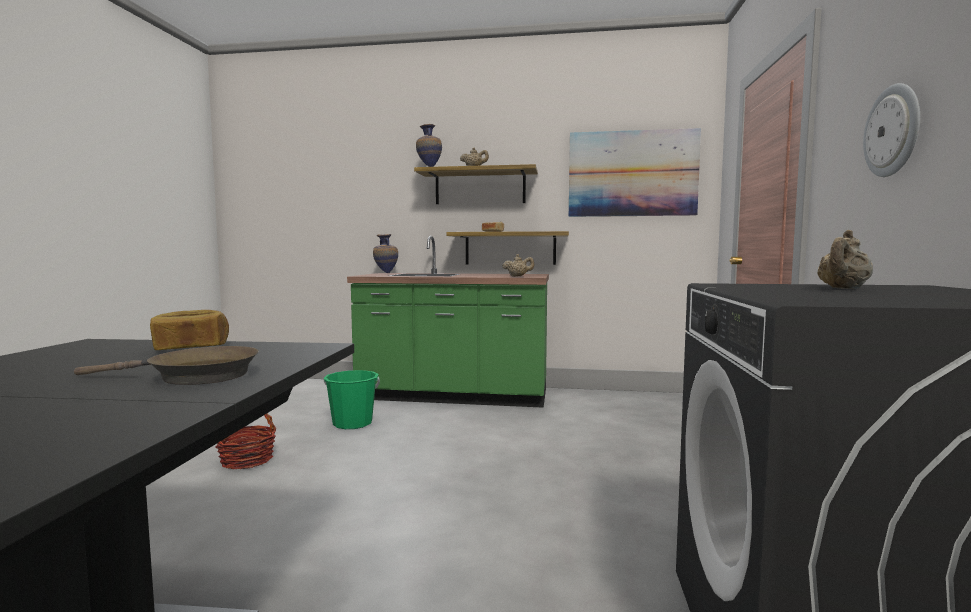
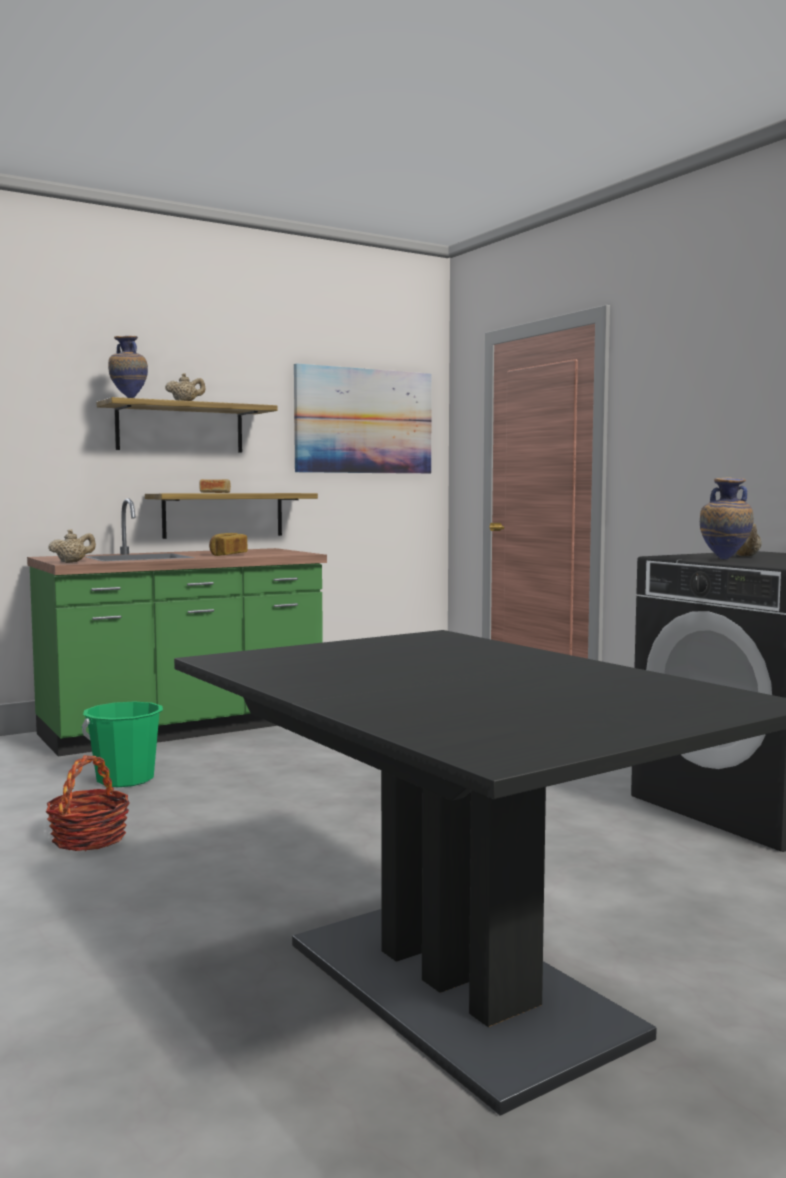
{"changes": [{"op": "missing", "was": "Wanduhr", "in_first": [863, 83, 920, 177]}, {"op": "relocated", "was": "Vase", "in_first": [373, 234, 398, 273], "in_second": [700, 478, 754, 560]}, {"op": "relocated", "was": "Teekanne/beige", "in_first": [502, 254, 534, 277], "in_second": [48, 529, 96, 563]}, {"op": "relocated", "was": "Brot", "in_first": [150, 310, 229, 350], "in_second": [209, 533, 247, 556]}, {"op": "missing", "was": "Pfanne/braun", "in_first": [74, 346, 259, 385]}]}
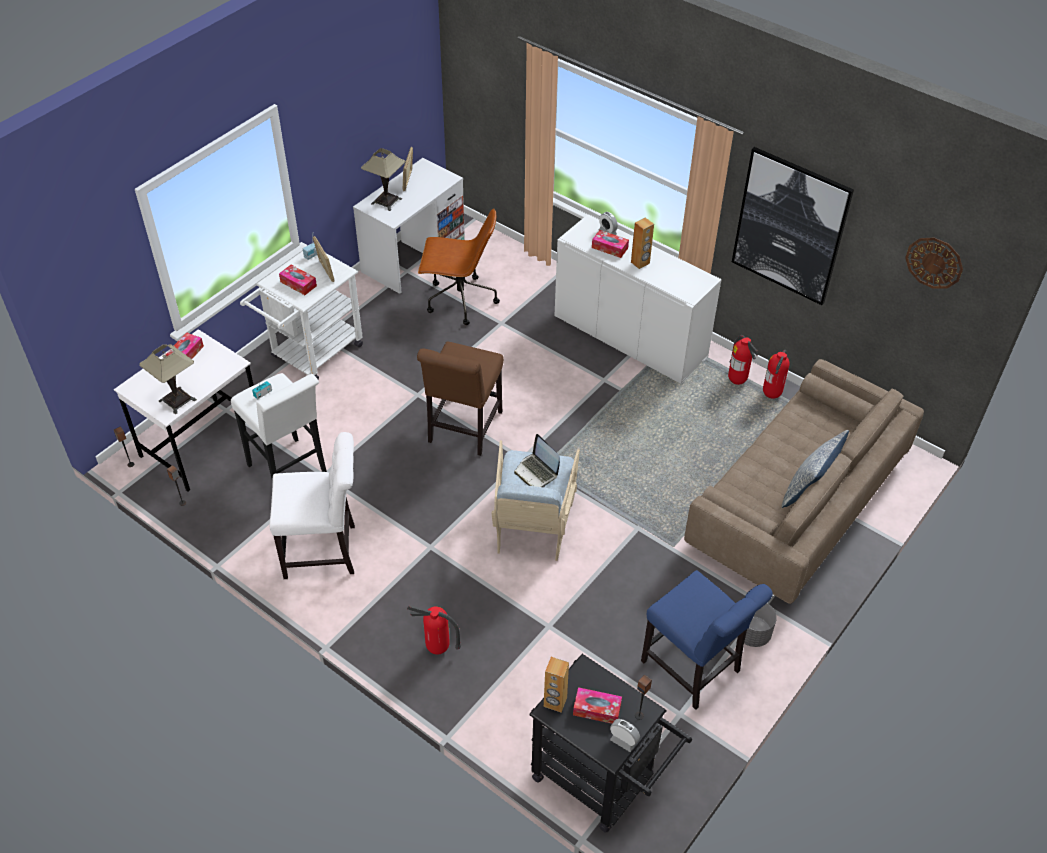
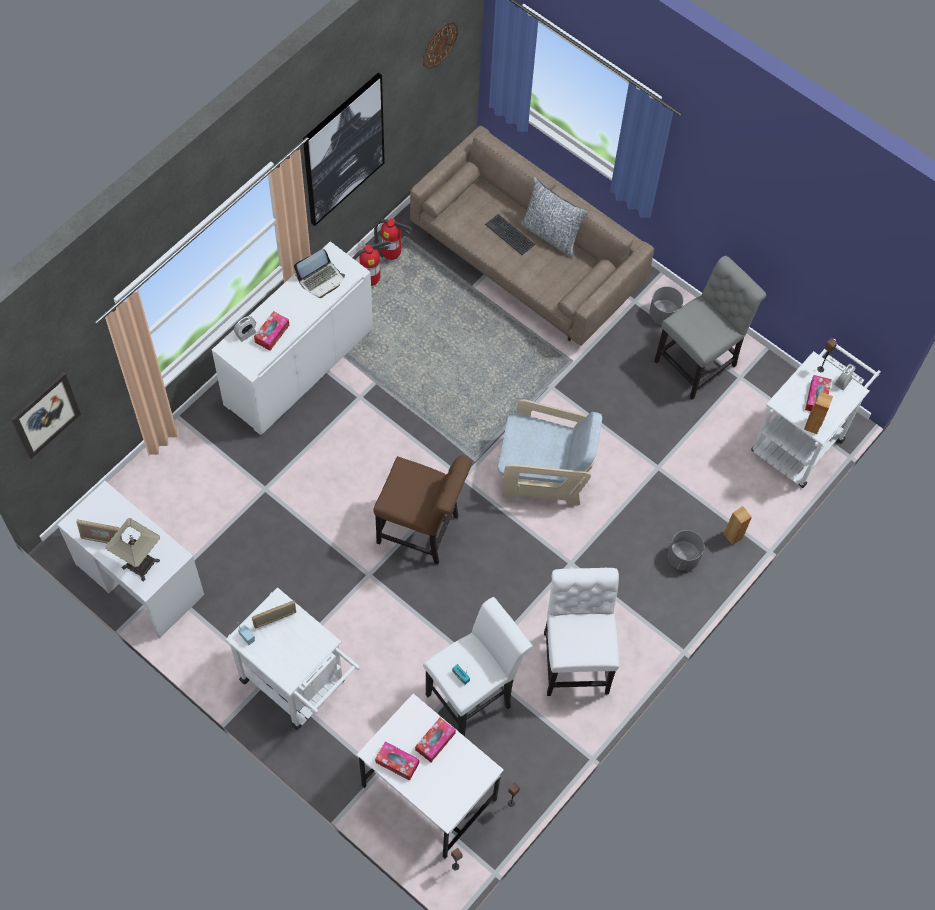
{"changes": [{"op": "missing", "was": "Bürostuhl/braun", "in_first": [418, 208, 500, 325]}, {"op": "relocated", "was": "Lautsprecher/braun", "in_first": [631, 218, 654, 269], "in_second": [724, 506, 752, 545]}, {"op": "relocated", "was": "Taschentuchbox", "in_first": [279, 265, 317, 295], "in_second": [415, 718, 456, 762]}, {"op": "missing", "was": "Tischlampe", "in_first": [139, 344, 197, 414]}, {"op": "relocated", "was": "Laptop", "in_first": [514, 434, 560, 488], "in_second": [294, 249, 345, 298]}, {"op": "colour", "was": "Stuhl/blau", "now": "Stuhl/grau", "in_first": [641, 570, 773, 710], "in_second": [654, 256, 766, 400]}, {"op": "exchanged", "was": "Feuerlöscher", "now": "Pflanzkübel/grau", "in_first": [407, 605, 461, 655], "in_second": [668, 530, 704, 571]}, {"op": "colour", "was": "Rollwagen/schwarz", "now": "Rollwagen/weiß", "in_first": [529, 654, 692, 833], "in_second": [751, 339, 881, 488]}, {"op": "appeared", "now": "Tastatur", "in_second": [485, 214, 535, 255]}, {"op": "appeared", "now": "Bild", "in_second": [10, 372, 81, 459]}]}
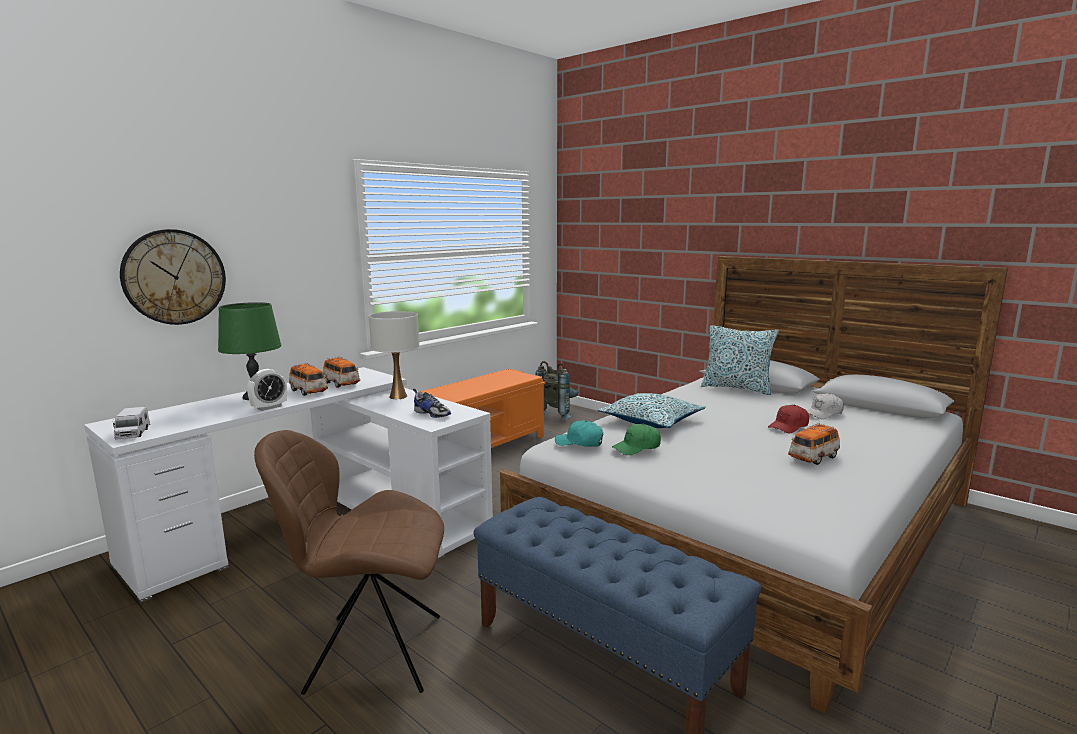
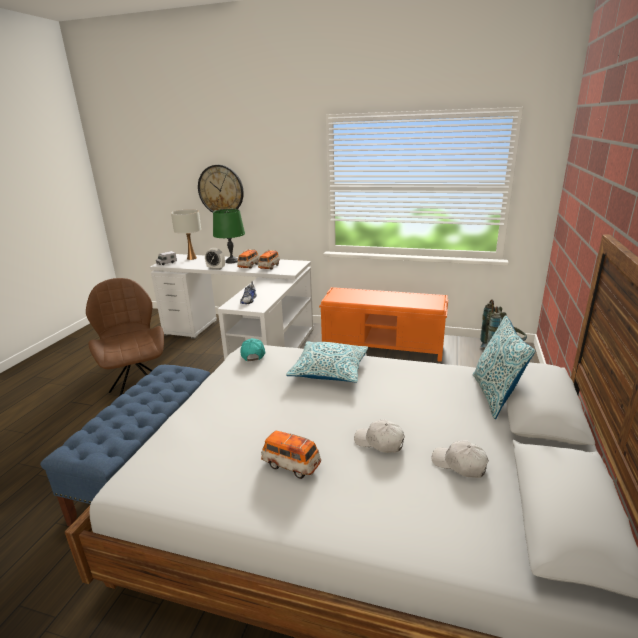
{"changes": [{"op": "relocated", "was": "Tischlampe/weiß", "in_first": [369, 311, 419, 399], "in_second": [171, 209, 201, 260]}, {"op": "colour", "was": "Kappe/rot", "now": "Kappe/weiß", "in_first": [768, 405, 809, 433], "in_second": [354, 419, 405, 453]}, {"op": "missing", "was": "Kappe/grün", "in_first": [612, 424, 661, 455]}]}
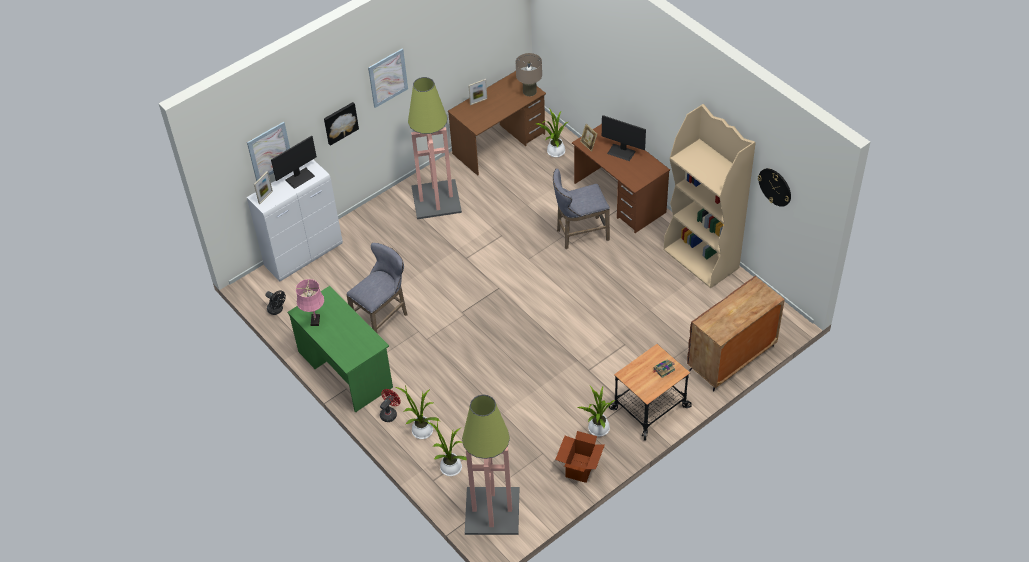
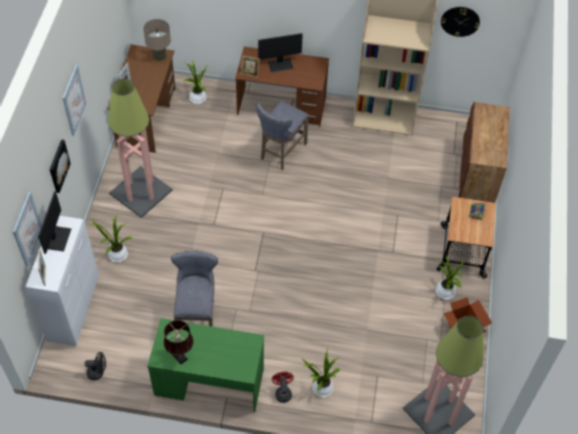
{"changes": [{"op": "colour", "was": "Tischlampe/rosa", "now": "Tischlampe/braun", "in_first": [296, 279, 324, 326], "in_second": [164, 320, 194, 364]}, {"op": "relocated", "was": "Topfpflanze", "in_first": [426, 419, 467, 476], "in_second": [87, 214, 133, 262]}]}
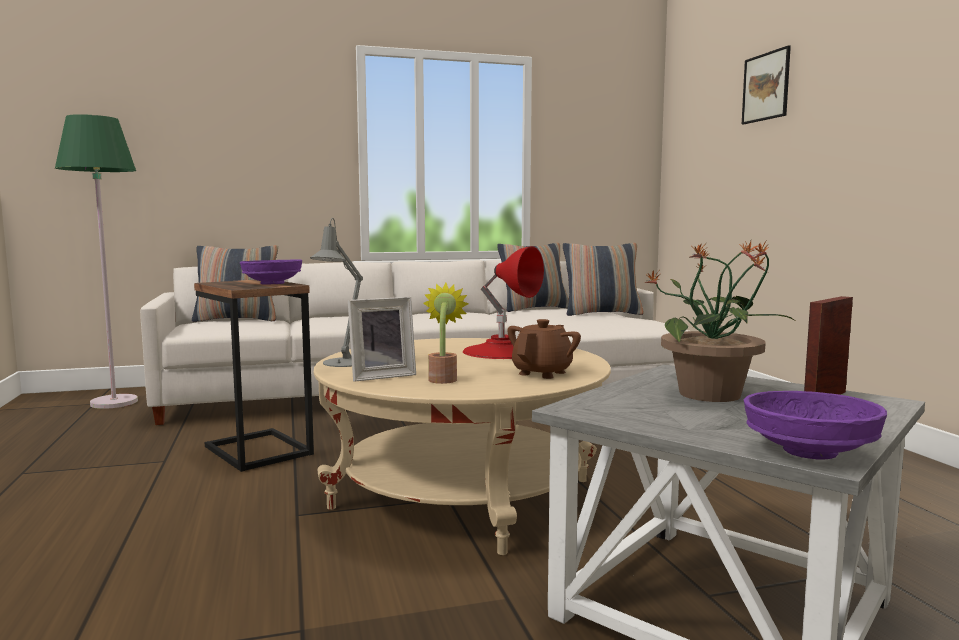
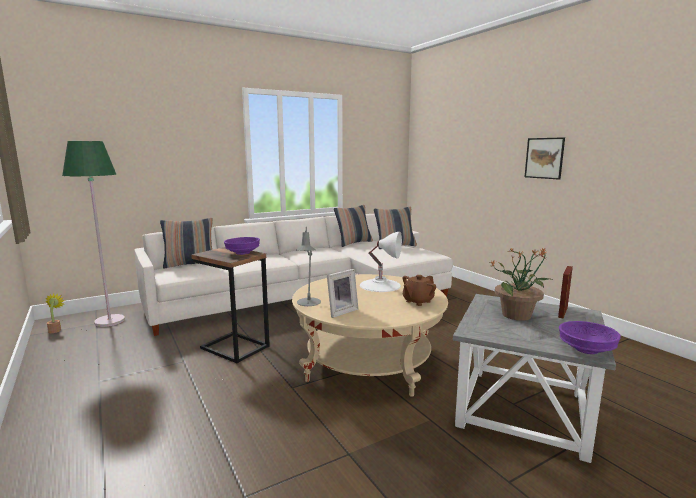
{"changes": [{"op": "relocated", "was": "Bild", "in_first": [742, 45, 791, 124], "in_second": [525, 137, 565, 180]}, {"op": "colour", "was": "Tischlampe/rot", "now": "Tischlampe/weiß", "in_first": [463, 246, 544, 359], "in_second": [360, 232, 402, 292]}, {"op": "relocated", "was": "Topfpflanze", "in_first": [423, 283, 469, 384], "in_second": [46, 294, 65, 333]}, {"op": "spun", "was": "Teekanne/braun", "in_first": [507, 319, 581, 379], "in_second": [403, 275, 436, 306], "clockwise": -150}]}
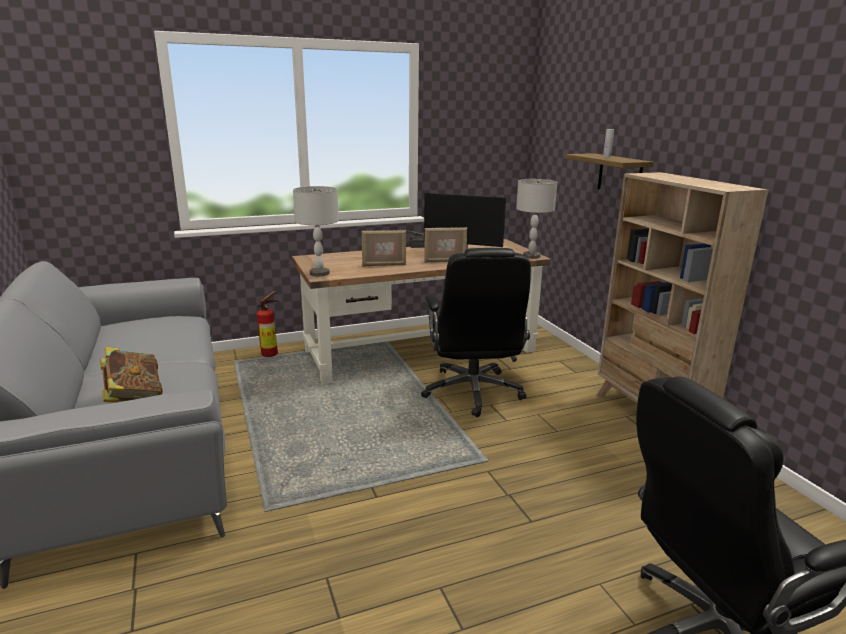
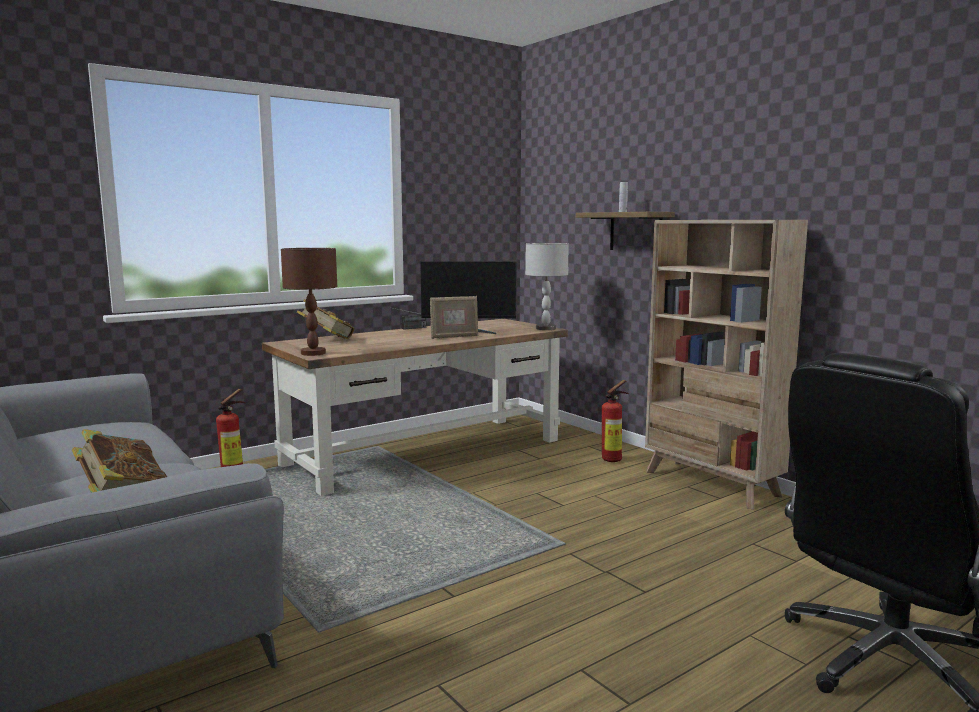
{"changes": [{"op": "colour", "was": "Tischlampe/grau", "now": "Tischlampe/braun", "in_first": [293, 186, 339, 276], "in_second": [281, 248, 338, 356]}, {"op": "missing", "was": "Bilderrahmen", "in_first": [361, 230, 406, 267]}, {"op": "missing", "was": "Bürostuhl/schwarz", "in_first": [421, 248, 531, 417]}, {"op": "appeared", "now": "Buch", "in_second": [297, 299, 354, 339]}, {"op": "appeared", "now": "Feuerlöscher", "in_second": [602, 380, 629, 462]}]}
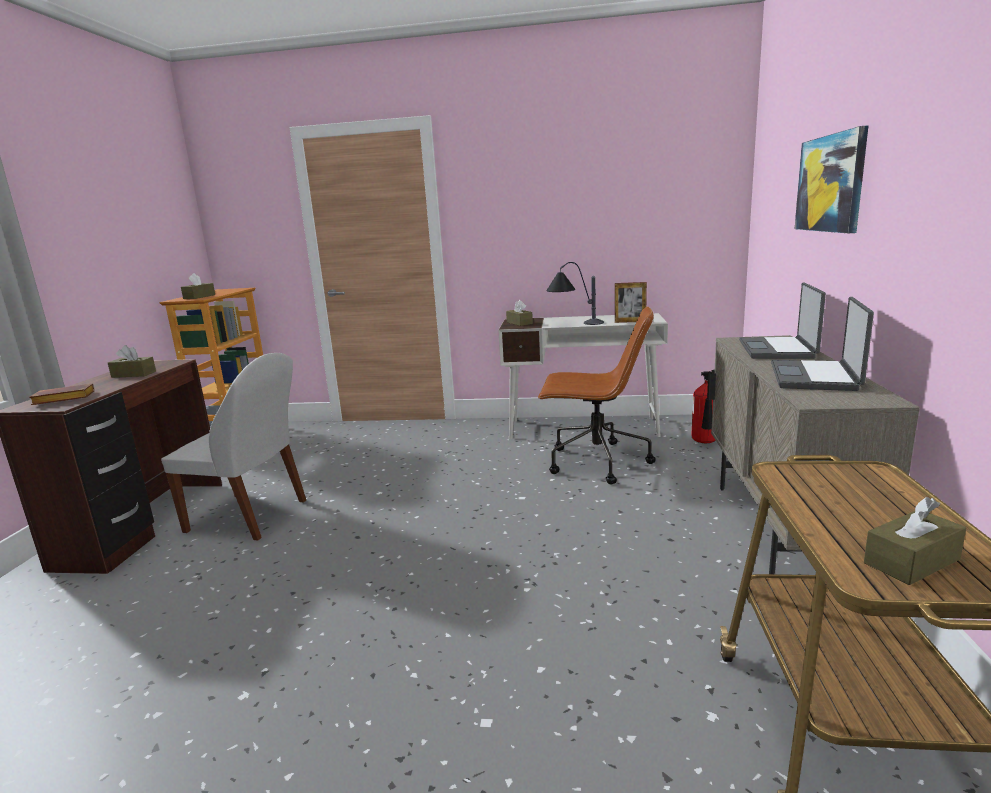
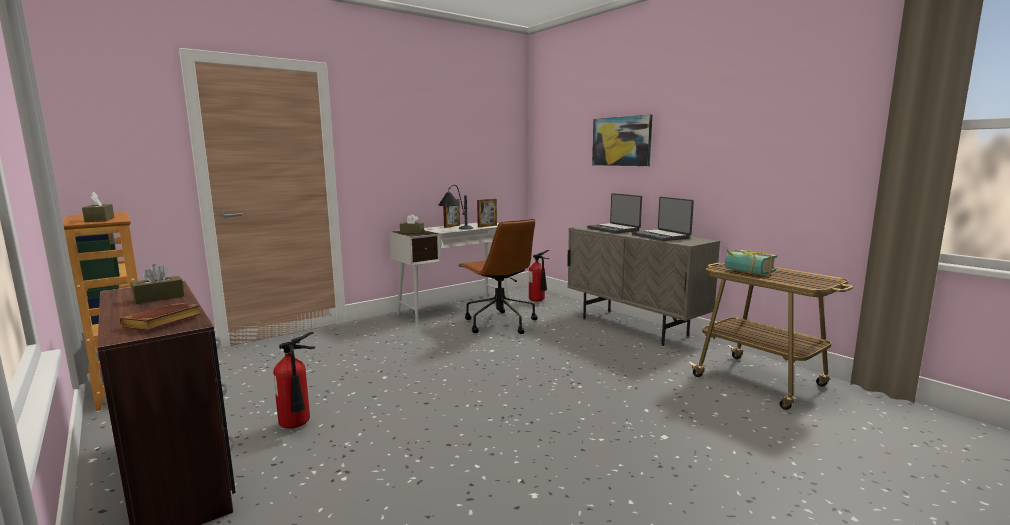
{"changes": [{"op": "spun", "was": "Bürostuhl/braun", "in_first": [538, 307, 656, 484], "in_second": [458, 219, 537, 334], "clockwise": 90}, {"op": "exchanged", "was": "Stuhl/weiß", "now": "Feuerlöscher", "in_first": [161, 353, 306, 540], "in_second": [273, 332, 315, 428]}, {"op": "missing", "was": "Taschentuchbox/braun", "in_first": [864, 497, 966, 585]}, {"op": "appeared", "now": "Bilderrahmen", "in_second": [443, 199, 460, 228]}, {"op": "appeared", "now": "Buch", "in_second": [725, 249, 777, 276]}]}
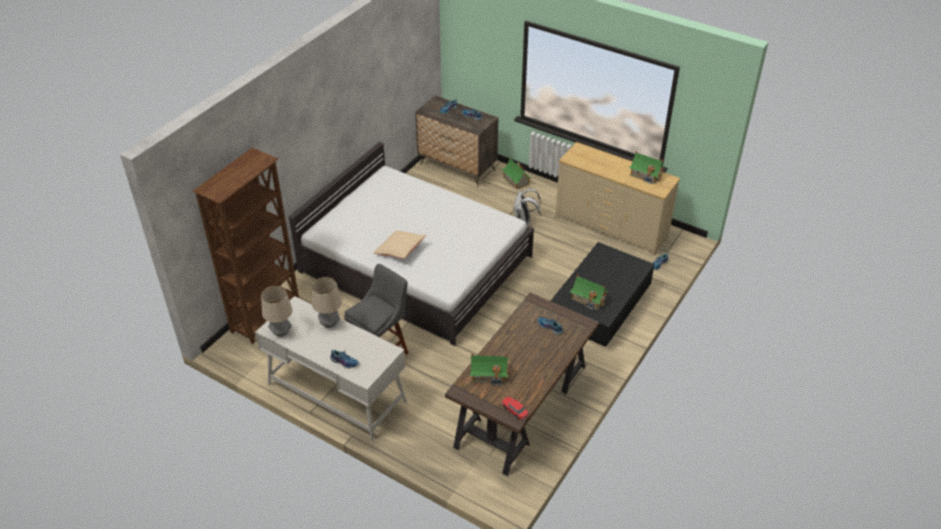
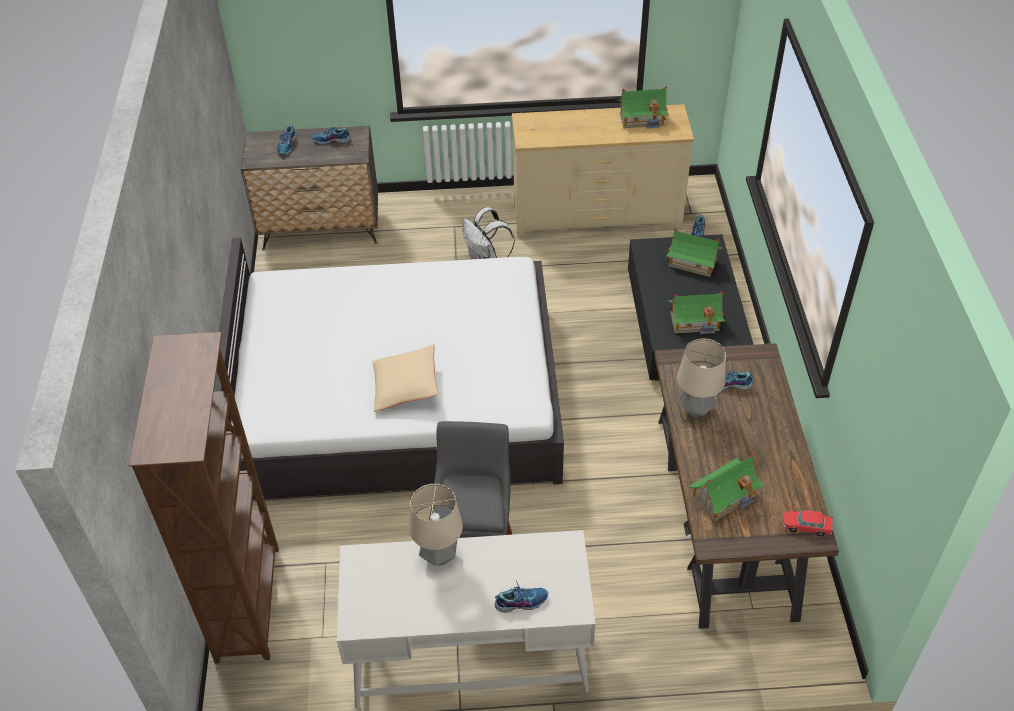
{"changes": [{"op": "relocated", "was": "Spielzeughaus", "in_first": [502, 158, 532, 190], "in_second": [666, 228, 723, 277]}, {"op": "relocated", "was": "Tischlampe", "in_first": [261, 286, 292, 337], "in_second": [677, 338, 726, 417]}]}
